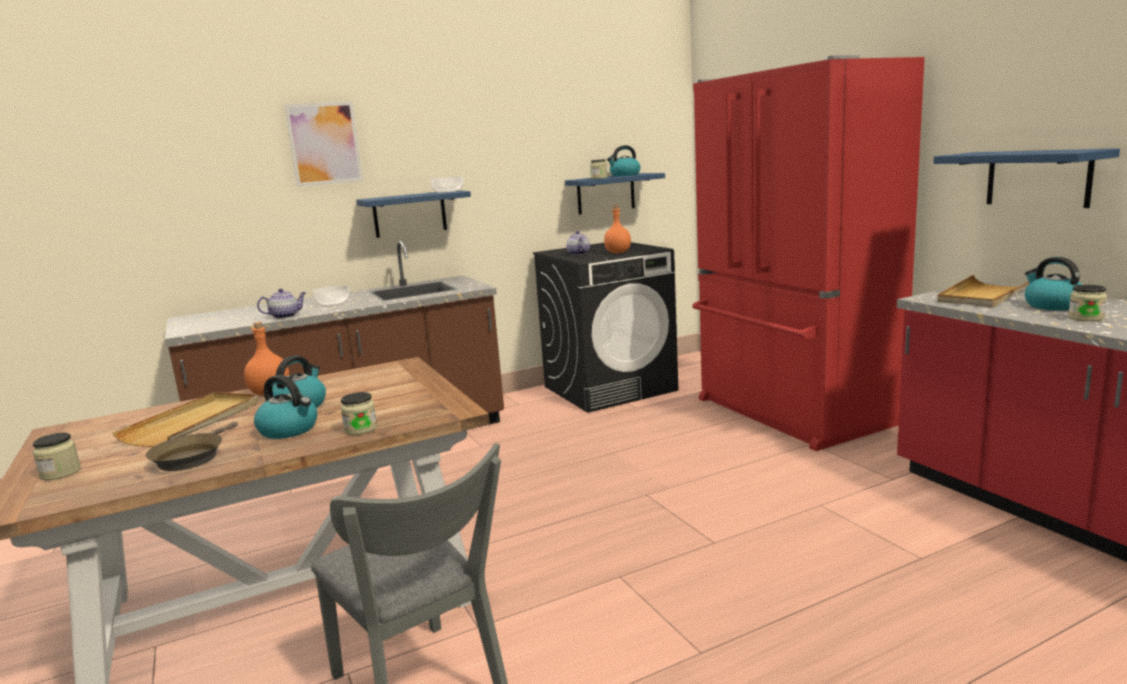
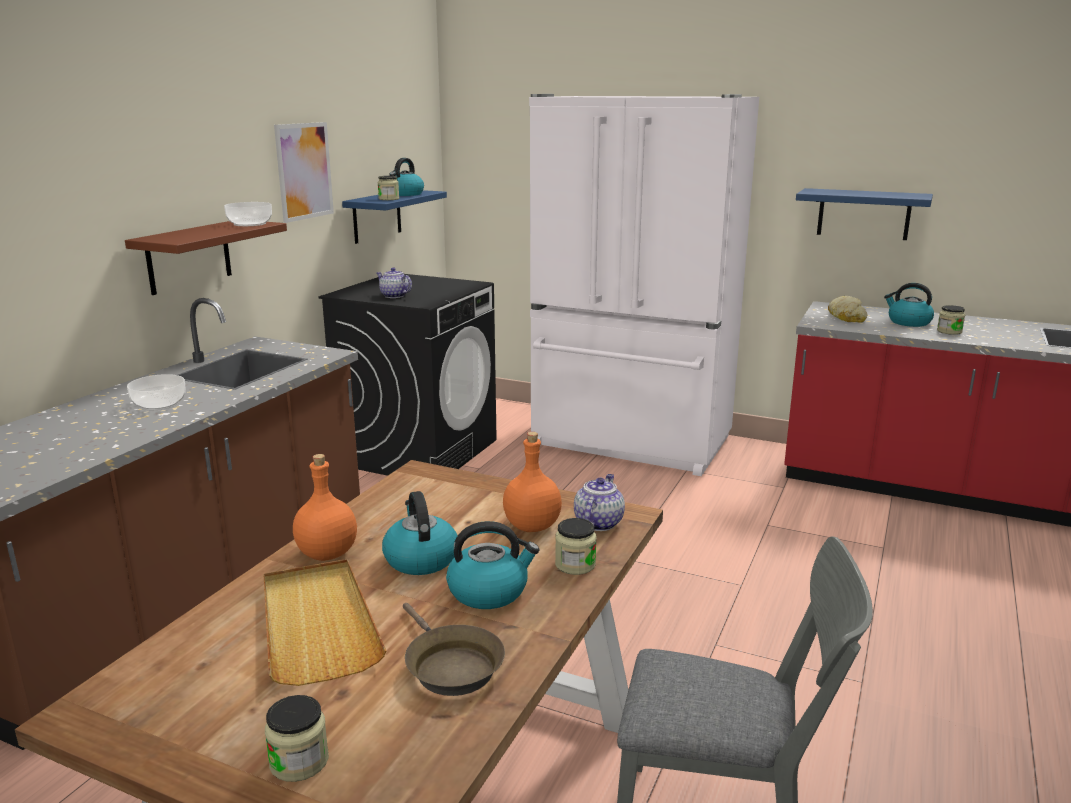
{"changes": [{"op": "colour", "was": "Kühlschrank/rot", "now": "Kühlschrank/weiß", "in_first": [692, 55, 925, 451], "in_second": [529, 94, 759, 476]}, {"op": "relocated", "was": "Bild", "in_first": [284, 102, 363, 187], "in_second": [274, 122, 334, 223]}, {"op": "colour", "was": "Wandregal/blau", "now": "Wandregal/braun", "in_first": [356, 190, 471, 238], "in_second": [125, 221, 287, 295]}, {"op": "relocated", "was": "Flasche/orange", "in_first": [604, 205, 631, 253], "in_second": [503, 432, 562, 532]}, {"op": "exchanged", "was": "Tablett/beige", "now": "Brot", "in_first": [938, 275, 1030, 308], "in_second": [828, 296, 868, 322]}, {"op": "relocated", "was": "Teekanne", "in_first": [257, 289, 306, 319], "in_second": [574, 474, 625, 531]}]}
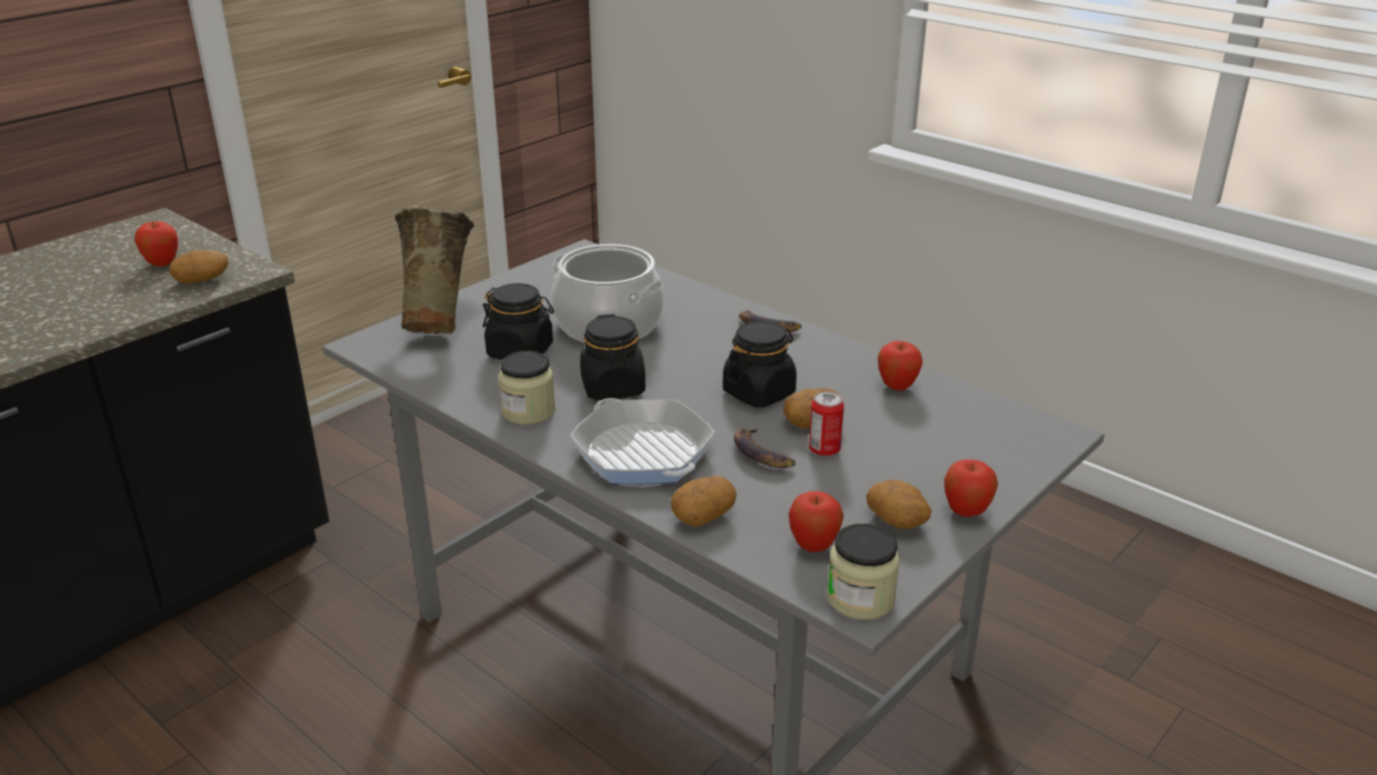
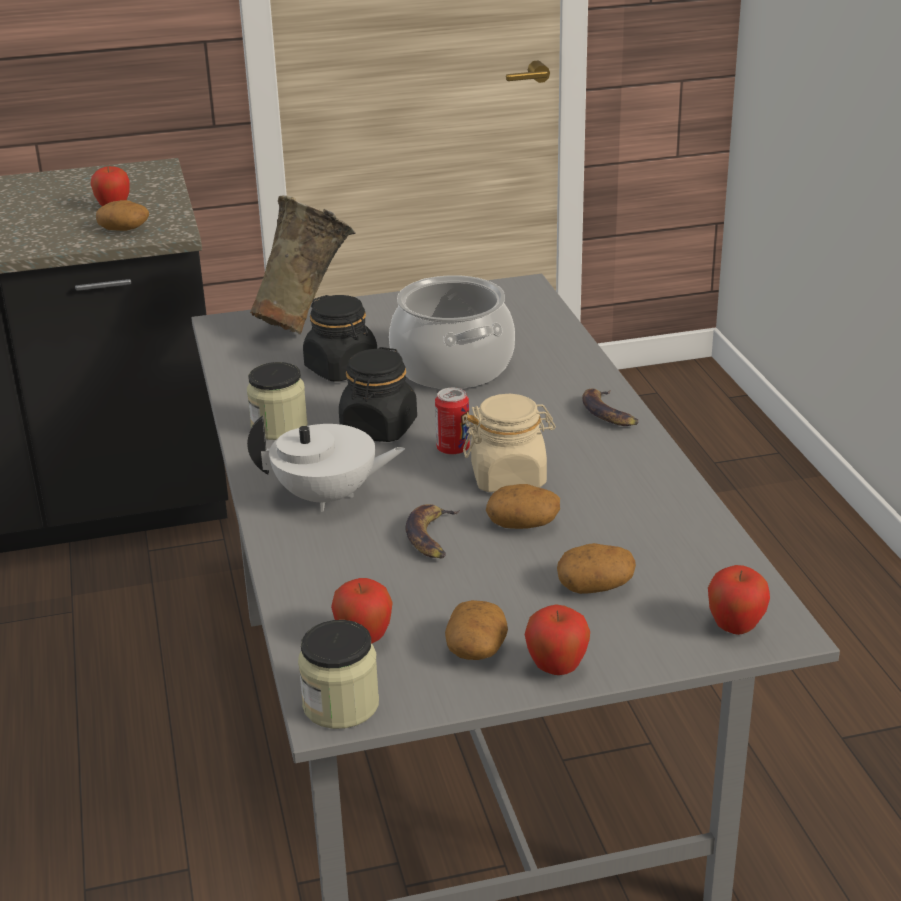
{"changes": [{"op": "colour", "was": "Vorratsglas/schwarz", "now": "Vorratsglas/beige", "in_first": [723, 321, 797, 408], "in_second": [463, 394, 556, 492]}, {"op": "relocated", "was": "Apfel", "in_first": [878, 341, 923, 390], "in_second": [708, 565, 770, 635]}, {"op": "relocated", "was": "Dose", "in_first": [809, 392, 844, 456], "in_second": [435, 388, 470, 455]}, {"op": "exchanged", "was": "Pfanne", "now": "Teekanne/weiß", "in_first": [569, 398, 716, 484], "in_second": [247, 416, 405, 512]}, {"op": "relocated", "was": "Kartoffel", "in_first": [671, 476, 737, 527], "in_second": [557, 543, 636, 594]}]}
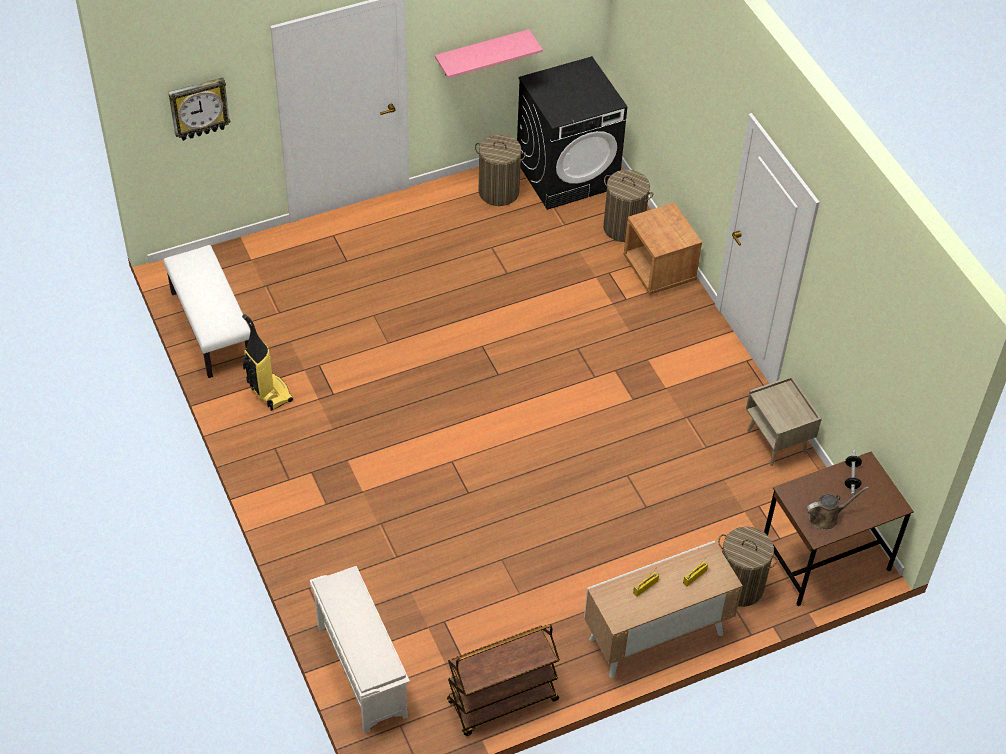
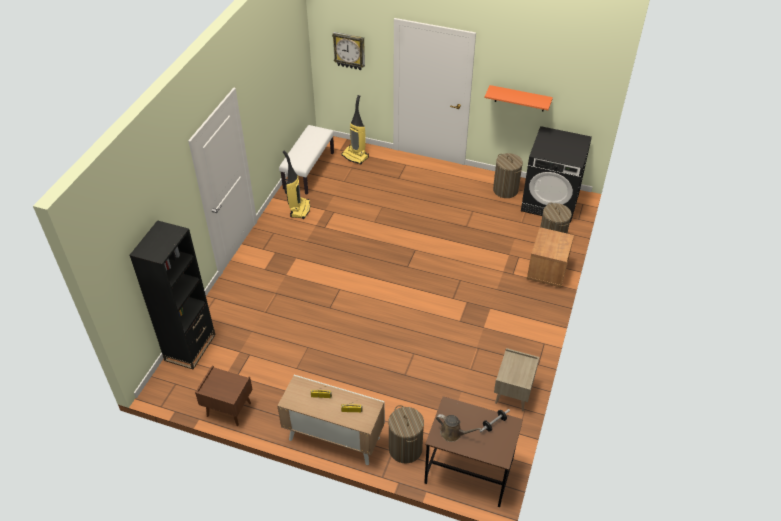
{"changes": [{"op": "colour", "was": "Wandregal/rosa", "now": "Wandregal/orange", "in_first": [435, 29, 543, 78], "in_second": [484, 85, 553, 111]}, {"op": "exchanged", "was": "Schuhregal/weiß", "now": "Bücherregal/schwarz", "in_first": [309, 566, 410, 734], "in_second": [129, 220, 216, 369]}, {"op": "exchanged", "was": "Rollwagen/braun", "now": "Nachttisch/braun", "in_first": [447, 624, 560, 736], "in_second": [195, 366, 253, 426]}, {"op": "appeared", "now": "Staubsauger", "in_second": [341, 95, 369, 164]}]}
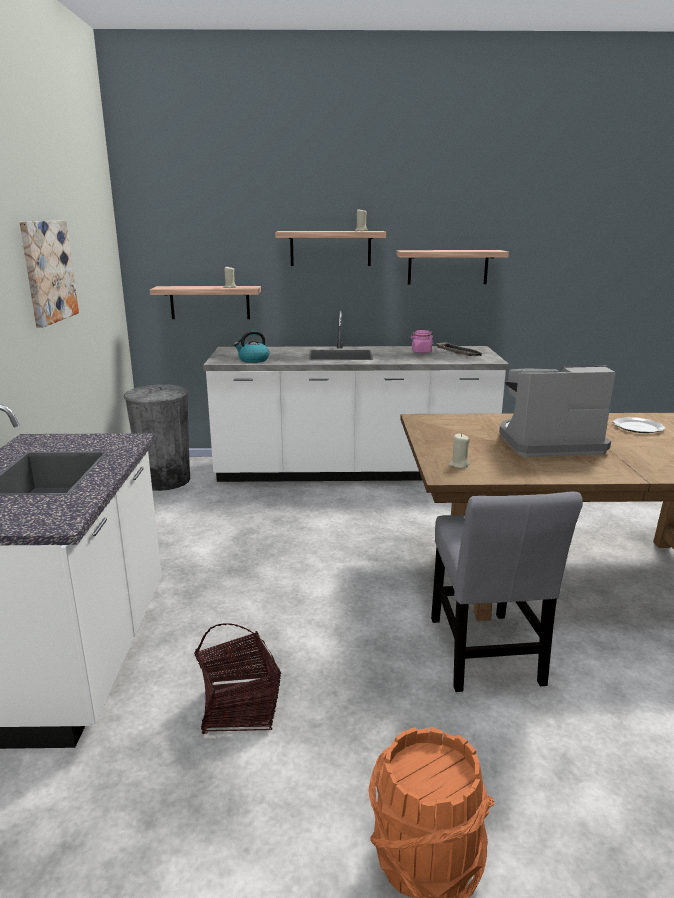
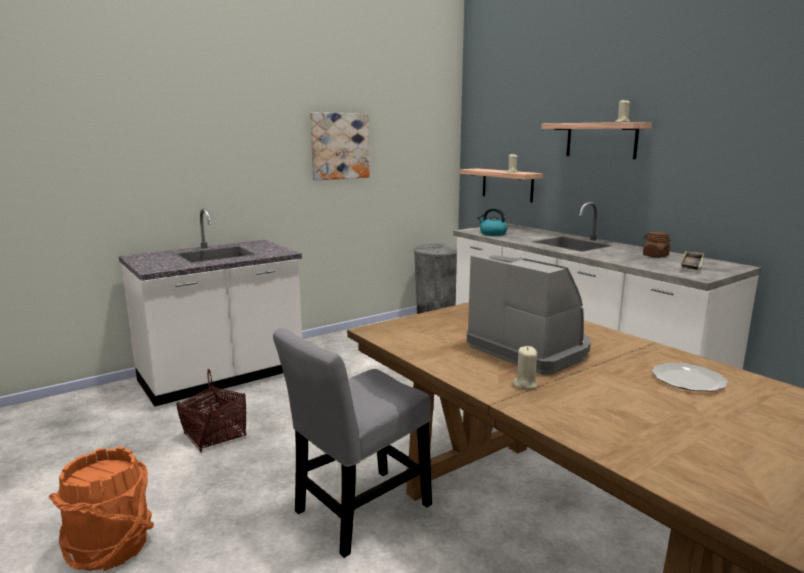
{"changes": [{"op": "missing", "was": "Wandregal", "in_first": [396, 250, 509, 284]}, {"op": "colour", "was": "Vorratsglas/rosa", "now": "Vorratsglas/braun", "in_first": [410, 330, 433, 353], "in_second": [643, 232, 671, 258]}, {"op": "relocated", "was": "Kerze/beige", "in_first": [449, 434, 470, 468], "in_second": [514, 346, 537, 390]}]}
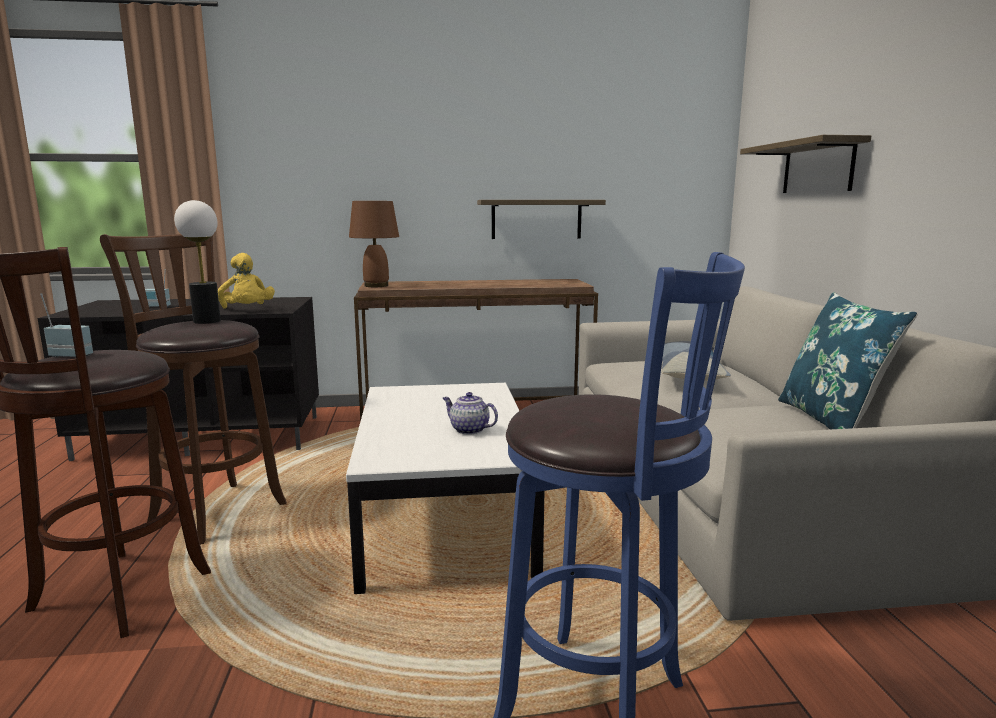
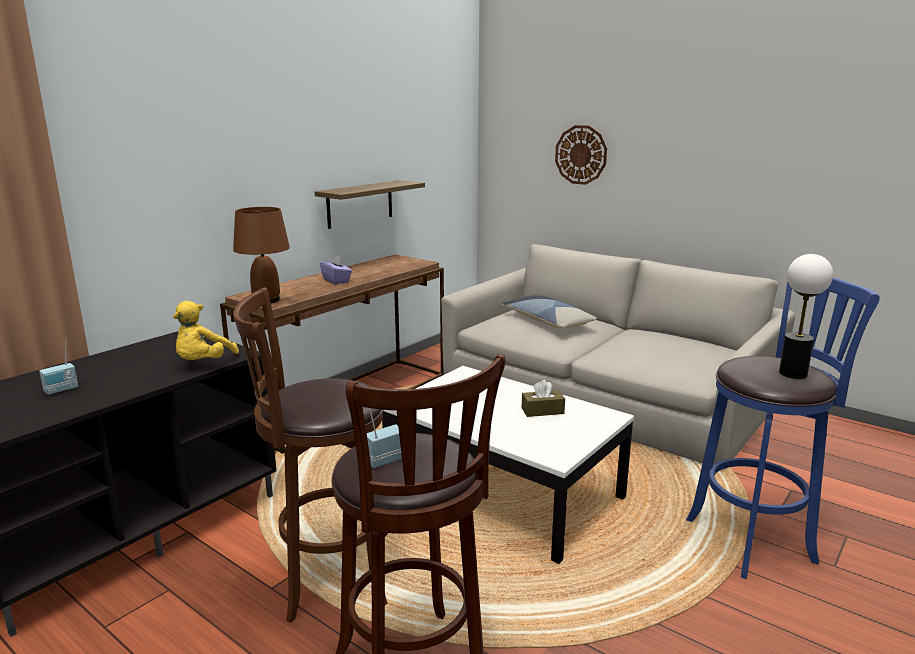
{"changes": [{"op": "exchanged", "was": "Wandregal", "now": "Wanduhr", "in_first": [740, 135, 871, 193], "in_second": [555, 125, 607, 185]}, {"op": "relocated", "was": "Tischlampe", "in_first": [174, 200, 221, 324], "in_second": [779, 254, 833, 379]}, {"op": "spun", "was": "Plüschtier/gelb", "in_first": [218, 253, 275, 309], "in_second": [173, 301, 239, 360], "clockwise": 90}, {"op": "missing", "was": "Kissen/blau", "in_first": [778, 292, 918, 429]}, {"op": "exchanged", "was": "Teekanne", "now": "Taschentuchbox/braun", "in_first": [443, 392, 498, 435], "in_second": [522, 380, 565, 417]}, {"op": "appeared", "now": "Taschentuchbox/lila", "in_second": [320, 255, 352, 284]}]}
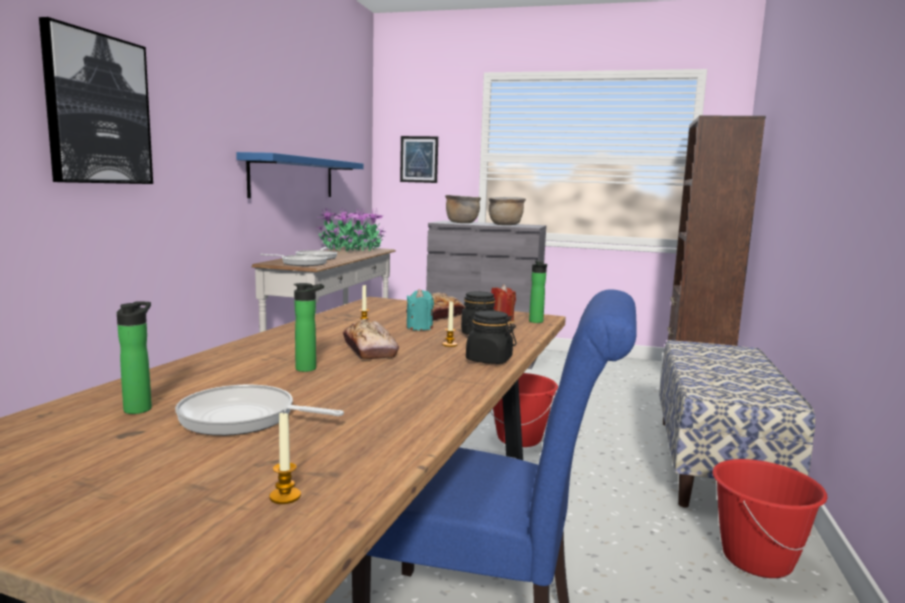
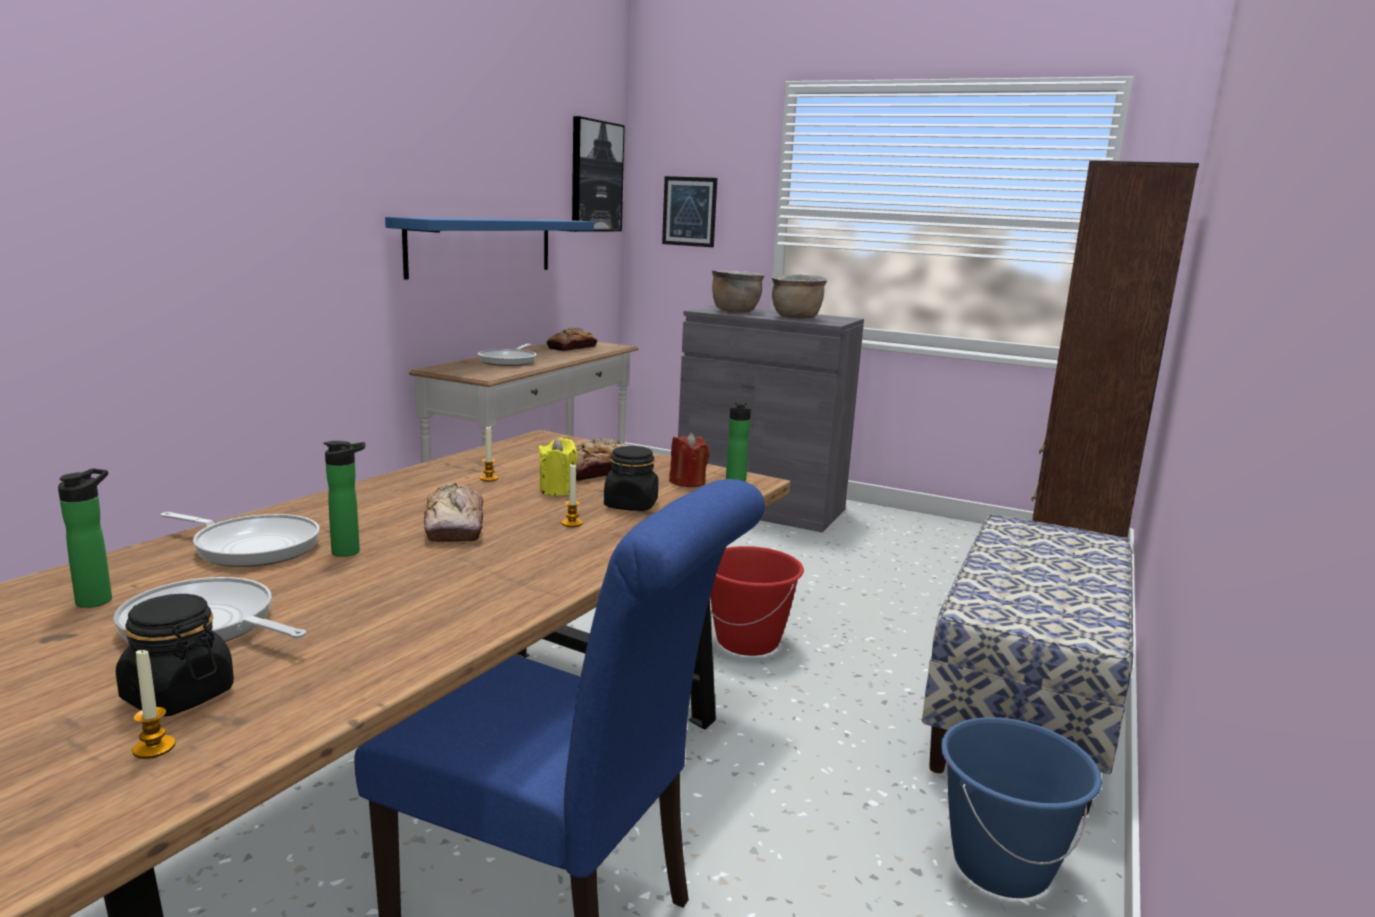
{"changes": [{"op": "relocated", "was": "Bild", "in_first": [39, 17, 153, 184], "in_second": [572, 116, 625, 232]}, {"op": "exchanged", "was": "Topfpflanze", "now": "Brot", "in_first": [317, 207, 386, 252], "in_second": [547, 327, 597, 351]}, {"op": "relocated", "was": "Pfanne", "in_first": [260, 254, 327, 266], "in_second": [160, 512, 320, 567]}, {"op": "colour", "was": "Kerze/türkis", "now": "Kerze/gelb", "in_first": [407, 289, 434, 330], "in_second": [539, 437, 577, 496]}, {"op": "relocated", "was": "Vorratsglas/schwarz", "in_first": [464, 310, 517, 364], "in_second": [116, 594, 234, 717]}, {"op": "colour", "was": "Eimer/rot", "now": "Eimer/blau", "in_first": [712, 459, 828, 578], "in_second": [941, 717, 1102, 898]}]}
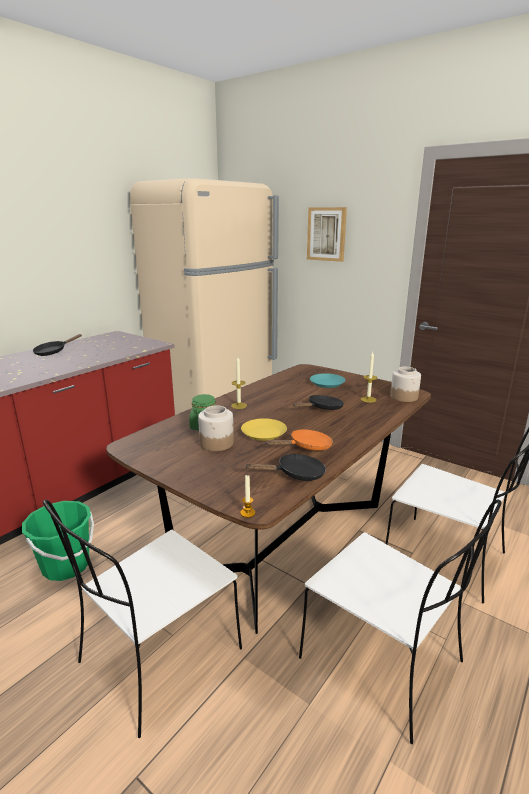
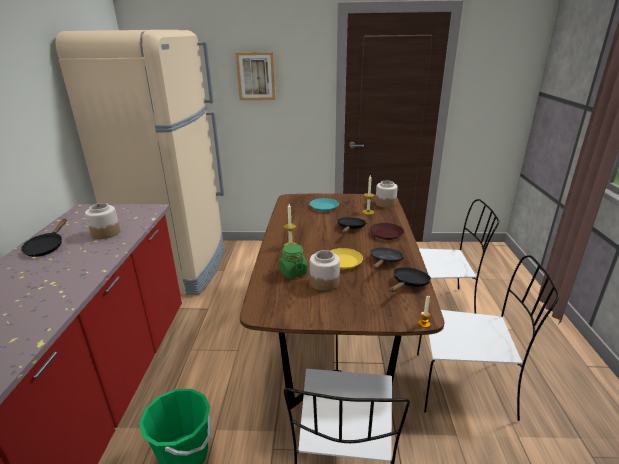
{"changes": [{"op": "colour", "was": "Pfanne/orange", "now": "Pfanne/schwarz", "in_first": [266, 429, 333, 451], "in_second": [370, 247, 404, 269]}, {"op": "appeared", "now": "Vorratsglas", "in_second": [85, 203, 120, 239]}, {"op": "appeared", "now": "Teller/braun", "in_second": [370, 223, 404, 240]}]}
